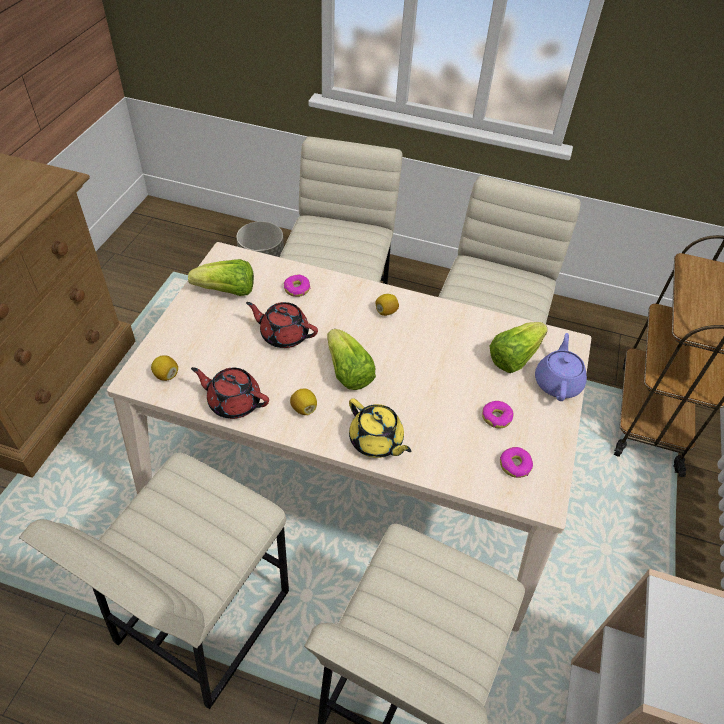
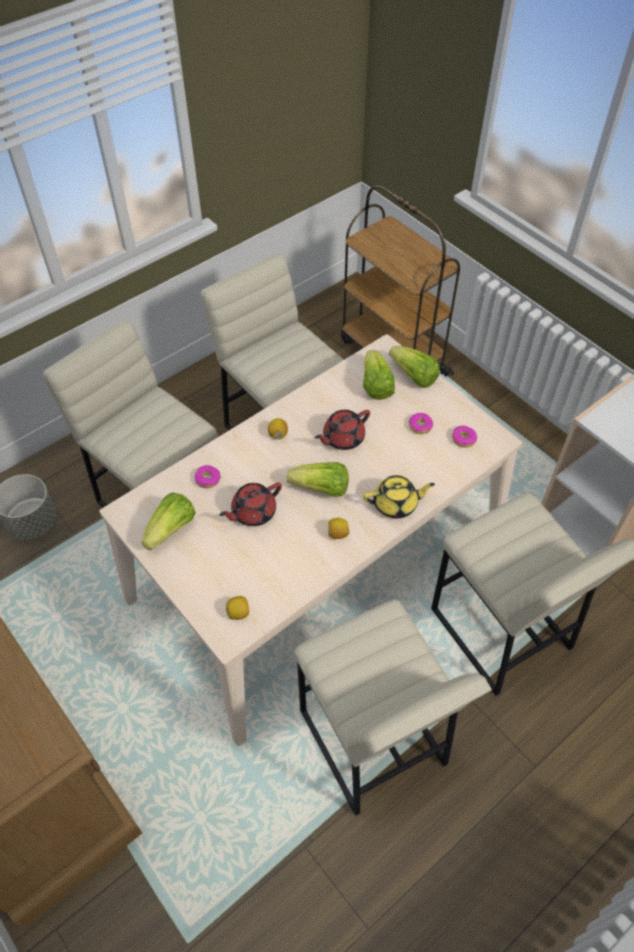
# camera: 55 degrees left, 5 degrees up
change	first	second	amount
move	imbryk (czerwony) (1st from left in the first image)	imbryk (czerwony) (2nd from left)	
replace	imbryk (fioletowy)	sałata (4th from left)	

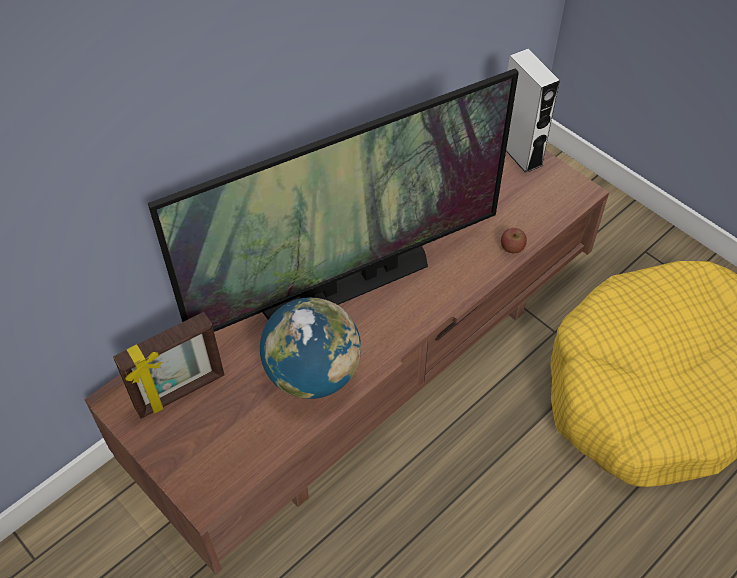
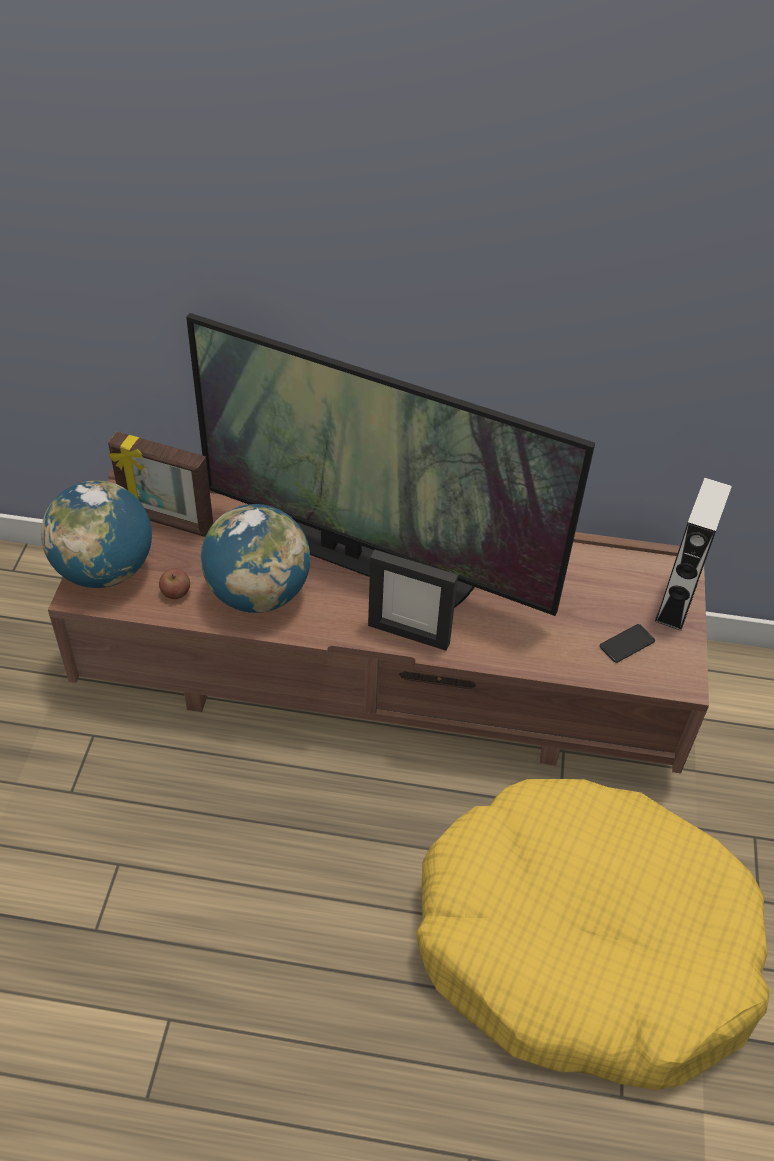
# camera: 50 degrees right, 5 degrees down
change	first	second	amount
insert		globus (1st from left)	
insert		ramka na zdjęcie (2nd from left)	
insert		telefon	
move	jabłko		

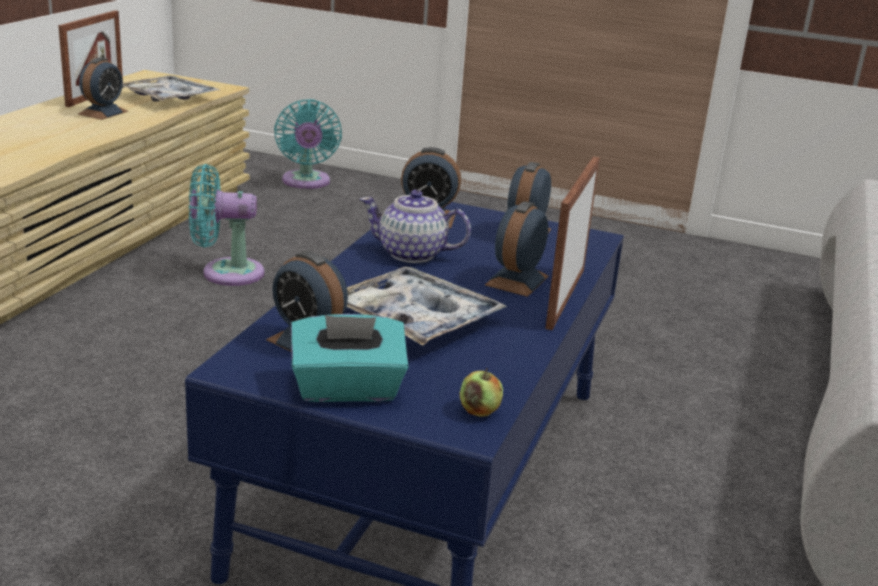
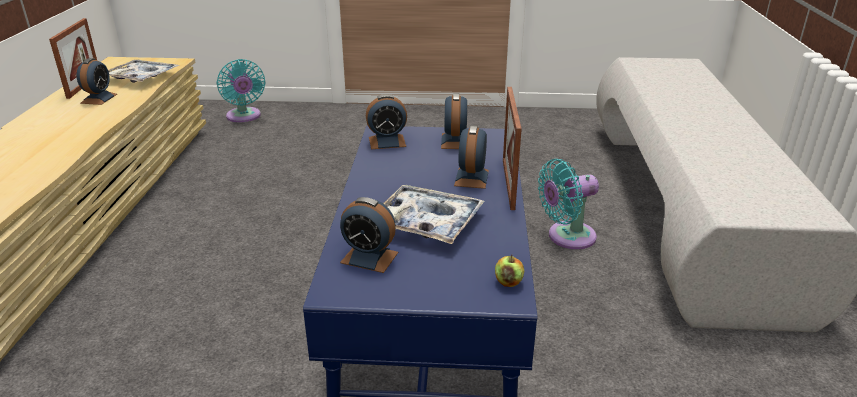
# camera: 15 degrees left, 5 degrees up
change	first	second	amount
delete	pudełko chusteczek (turkusowy)		
delete	imbryk		
move	wentylator (turkusowy) (1st from left in the first image)	wentylator (turkusowy) (2nd from left)	

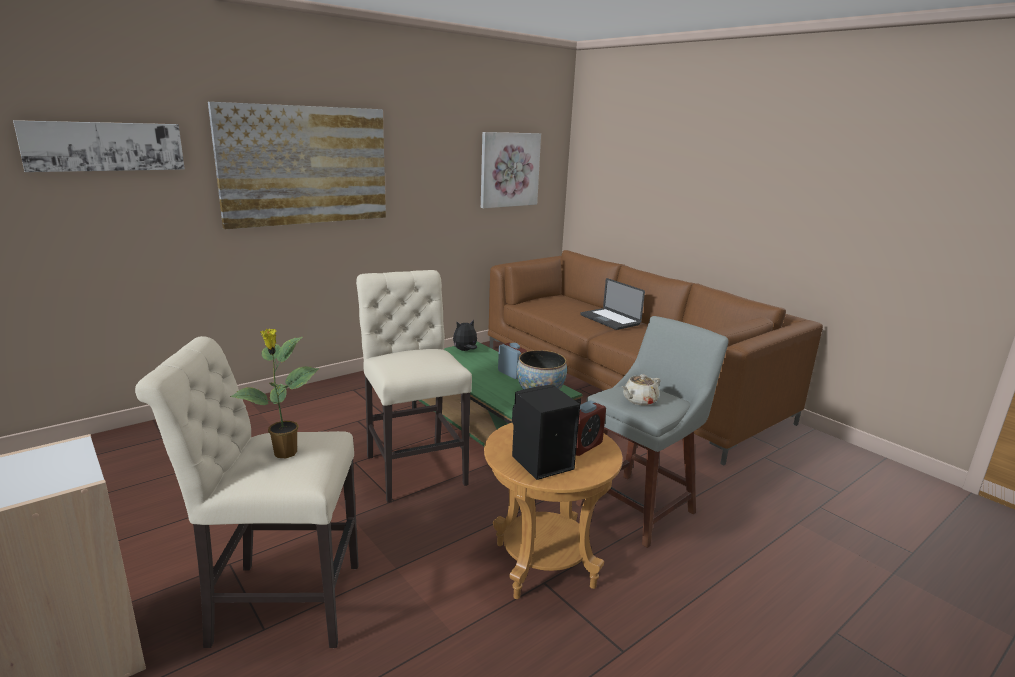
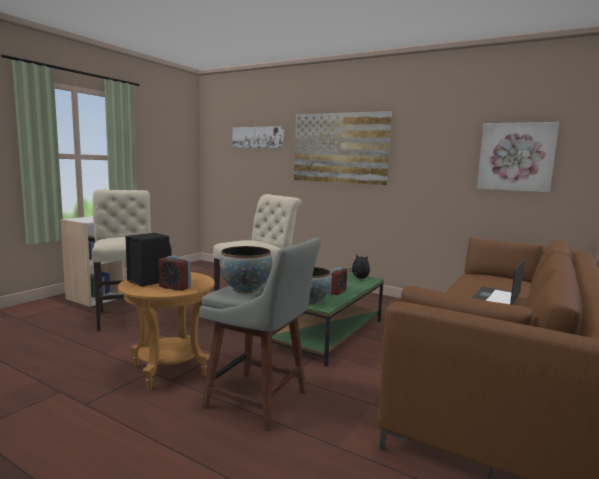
# camera: 70 degrees right, 10 degrees down
change	first	second	amount
delete	roślina doniczkowa		
replace	imbryk (beżowy)	miska (1st from left)	

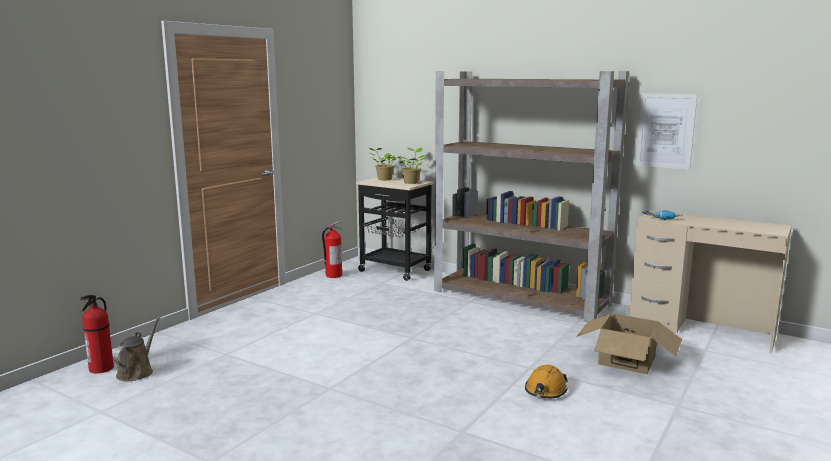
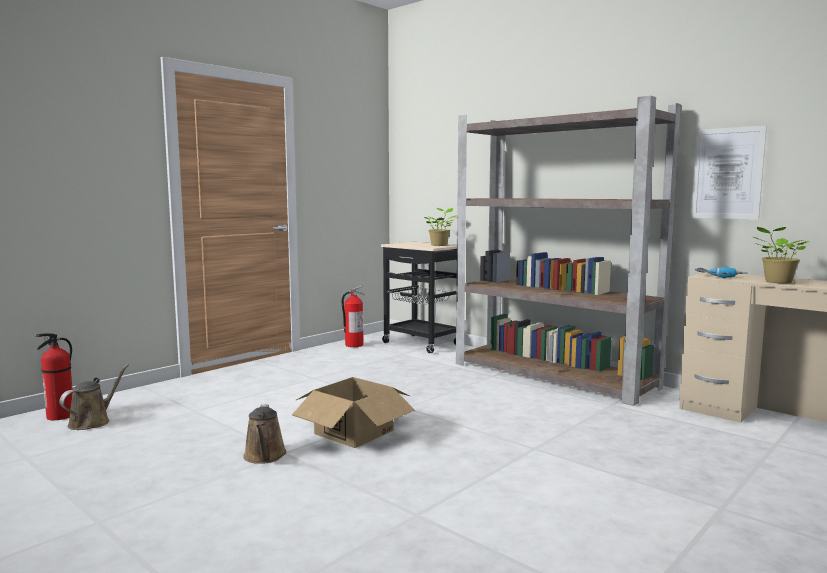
# camera: 10 degrees right, 5 degrees down
change	first	second	amount
delete	kask (pomarańczowy)		
insert		konewka (brązowy) (2nd from left)	
move	roślina doniczkowa (1st from left in the first image)	roślina doniczkowa (2nd from left)	
move	karton		

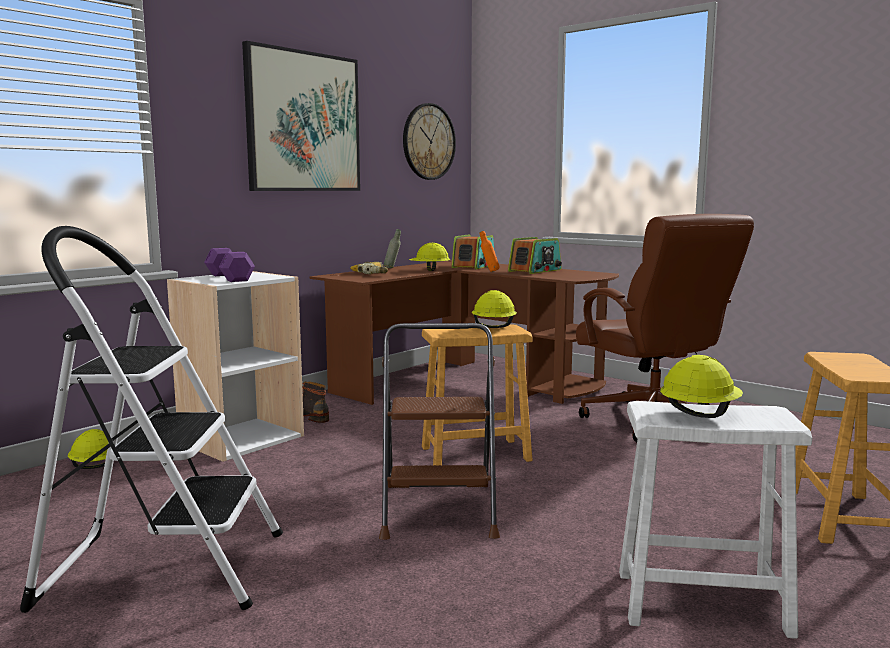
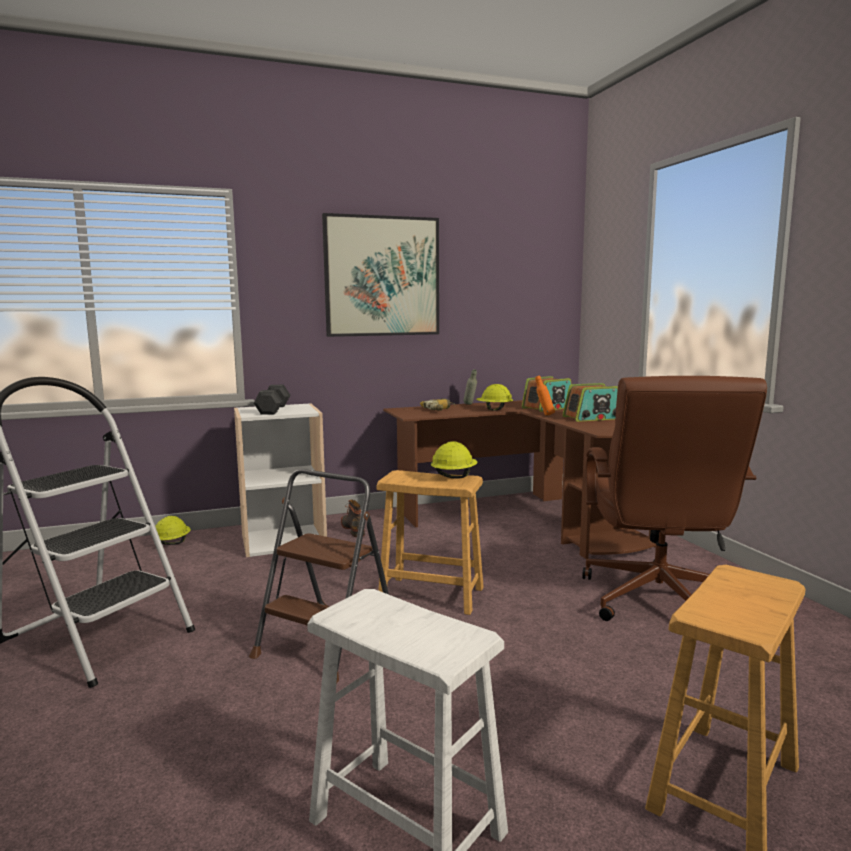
# camera: 30 degrees right, 0 degrees up
change	first	second	amount
delete	zegar ścienny		
delete	kask (żółty) (4th from left)		
recolor	hantel (fioletowy)	hantel (szary)	

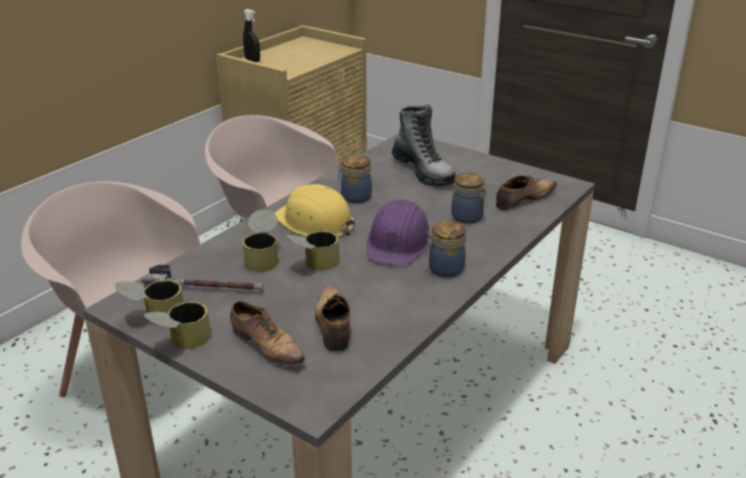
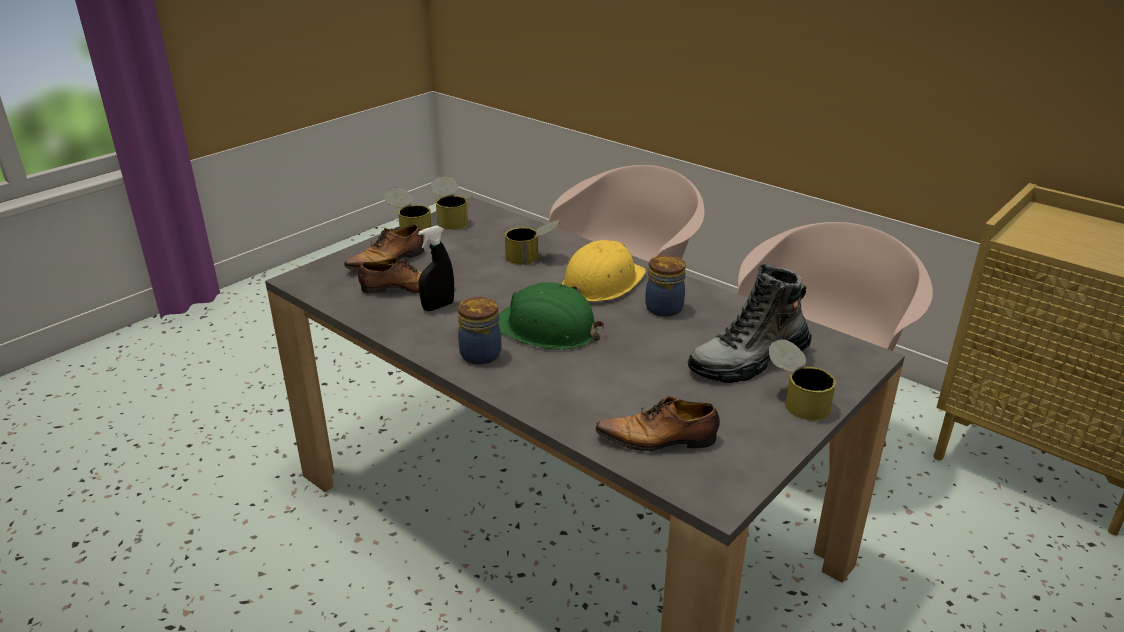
# camera: 95 degrees right, 0 degrees up
change	first	second	amount
delete	młotek		
delete	słoik (3rd from left)		
move	spryskiwacz (czarny)		
move	puszka (4th from left)		
recolor	kask (fioletowy)	kask (zielony)	
rotate	but (3rd from left)		120 degrees clockwise

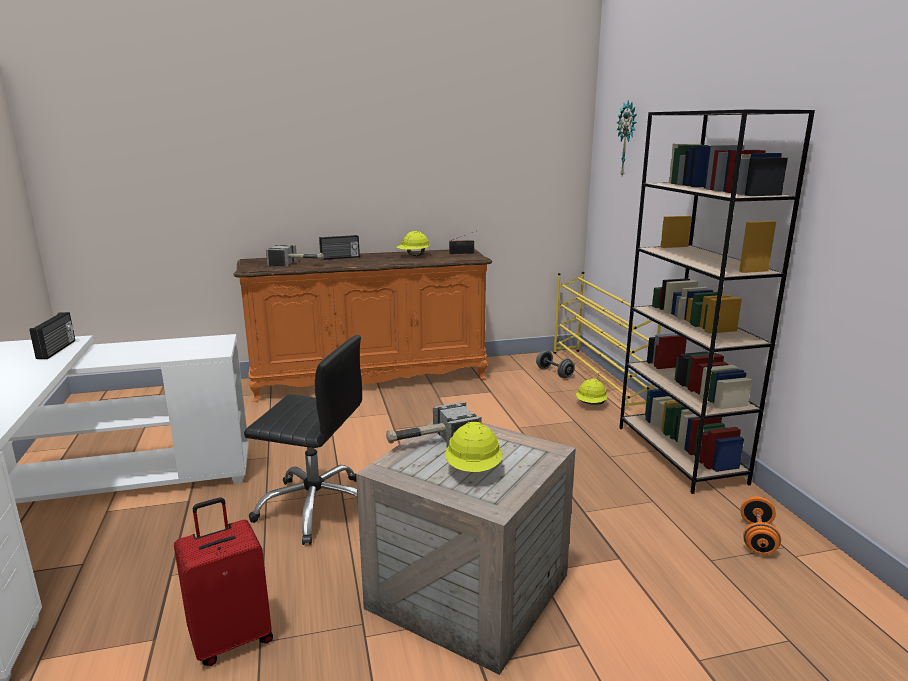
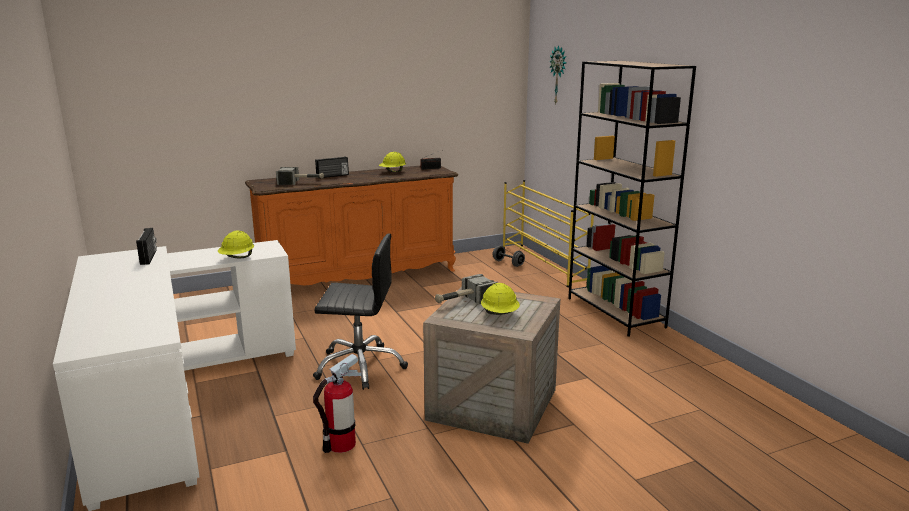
# camera: 10 degrees left, 0 degrees up
change	first	second	amount
delete	hantel (pomarańczowy)		
move	kask (żółty) (3rd from left in the first image)	kask (żółty) (1st from left)	
replace	walizka (czerwony)	gaśnica	

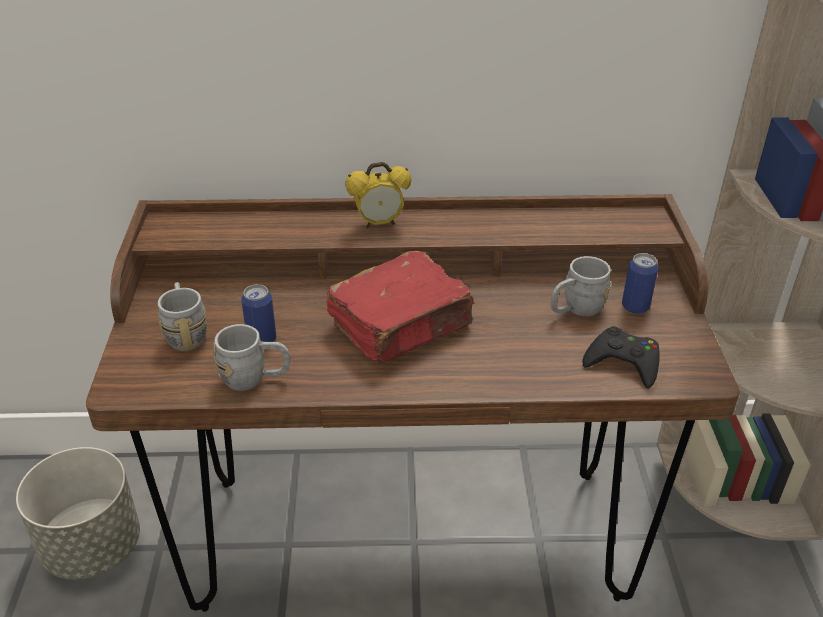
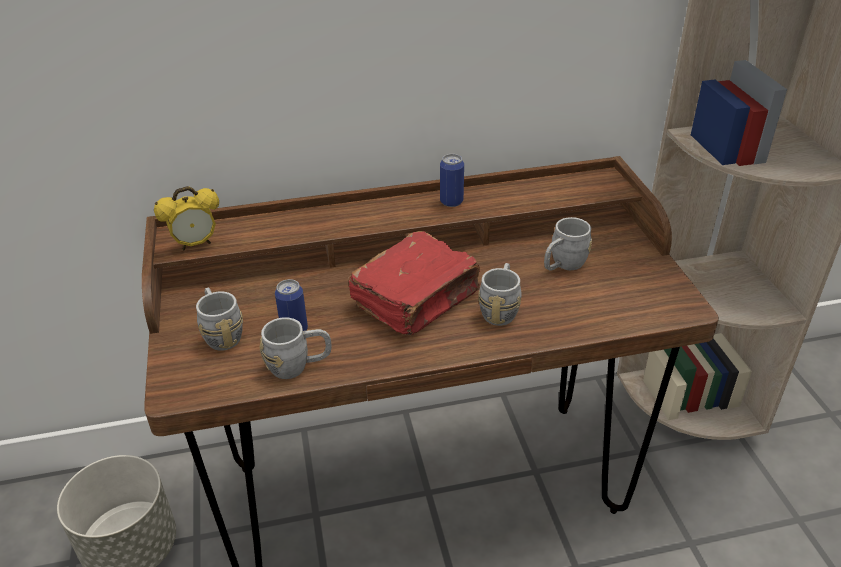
# camera: 10 degrees left, 0 degrees up
change	first	second	amount
delete	pad do gier (czarny)		
insert		kubek (szary) (3rd from left)	
move	budzik		
move	puszka (2nd from left)		

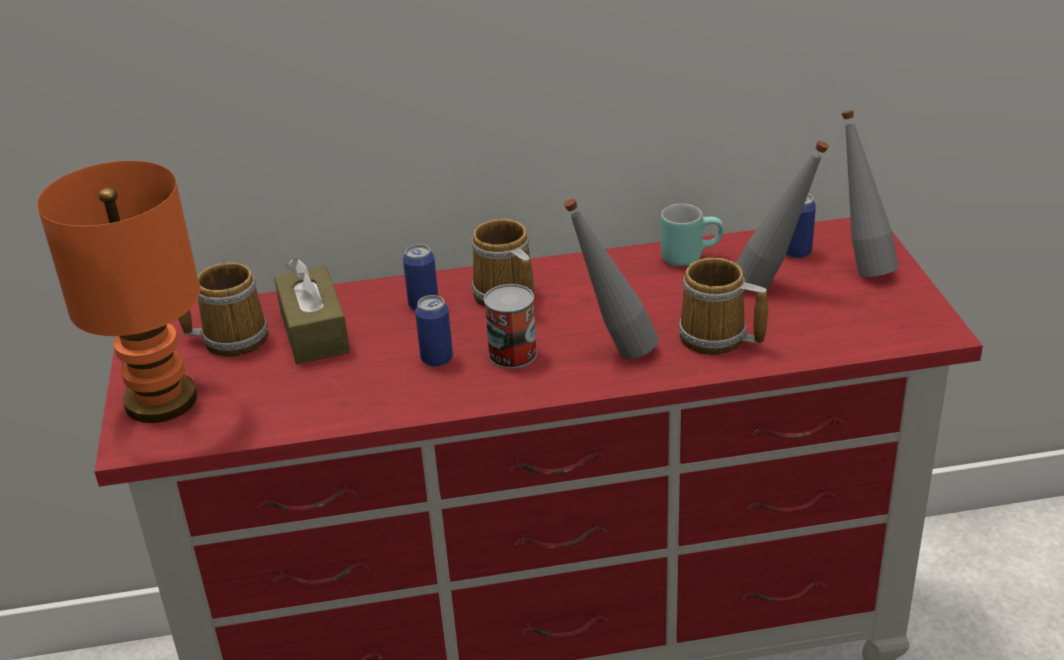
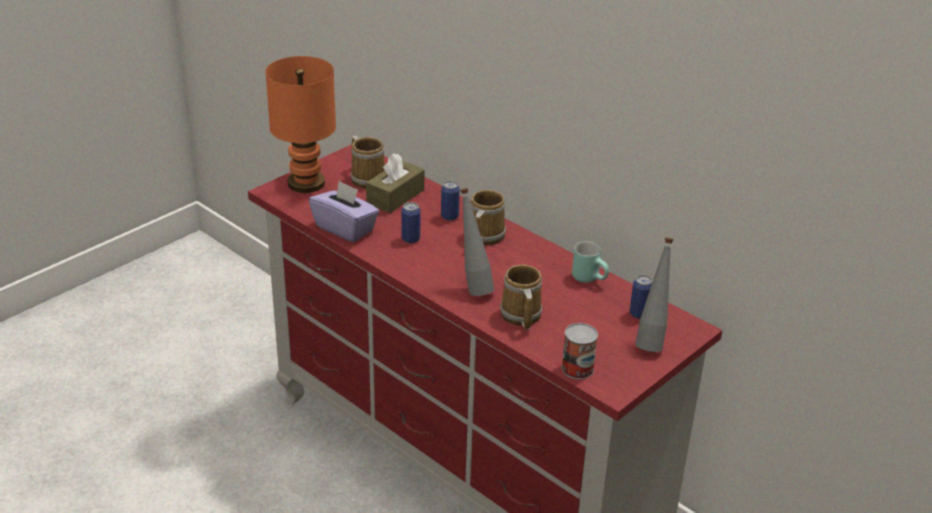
# camera: 50 degrees right, 0 degrees up
change	first	second	amount
delete	butelka (szary) (2nd from left)		
insert		pudełko chusteczek (fioletowy)	
move	puszka (3rd from left)		

